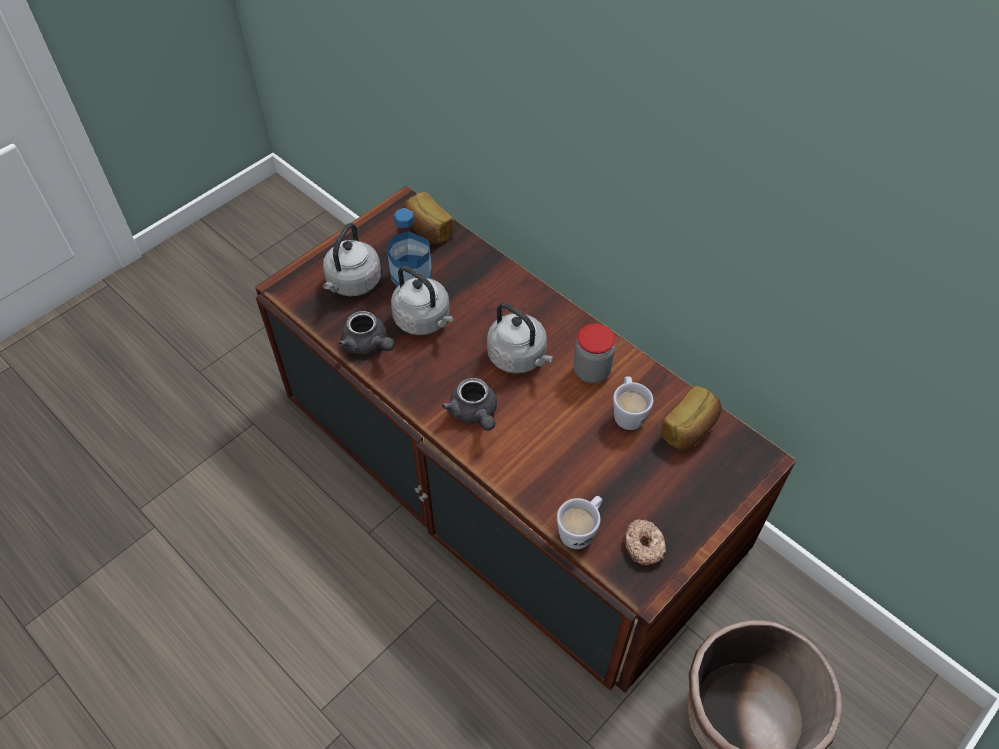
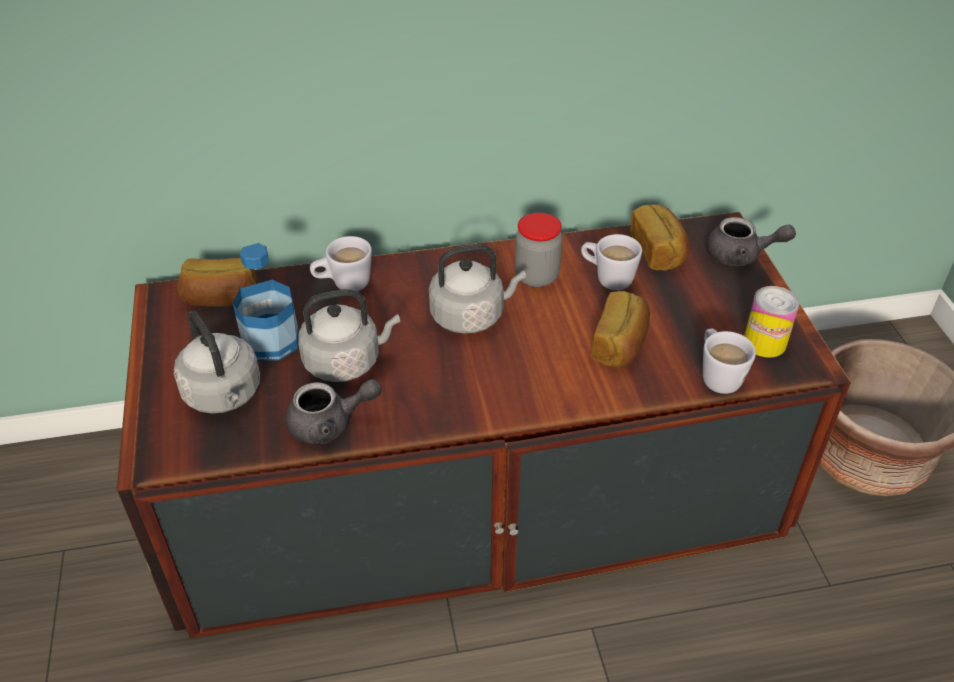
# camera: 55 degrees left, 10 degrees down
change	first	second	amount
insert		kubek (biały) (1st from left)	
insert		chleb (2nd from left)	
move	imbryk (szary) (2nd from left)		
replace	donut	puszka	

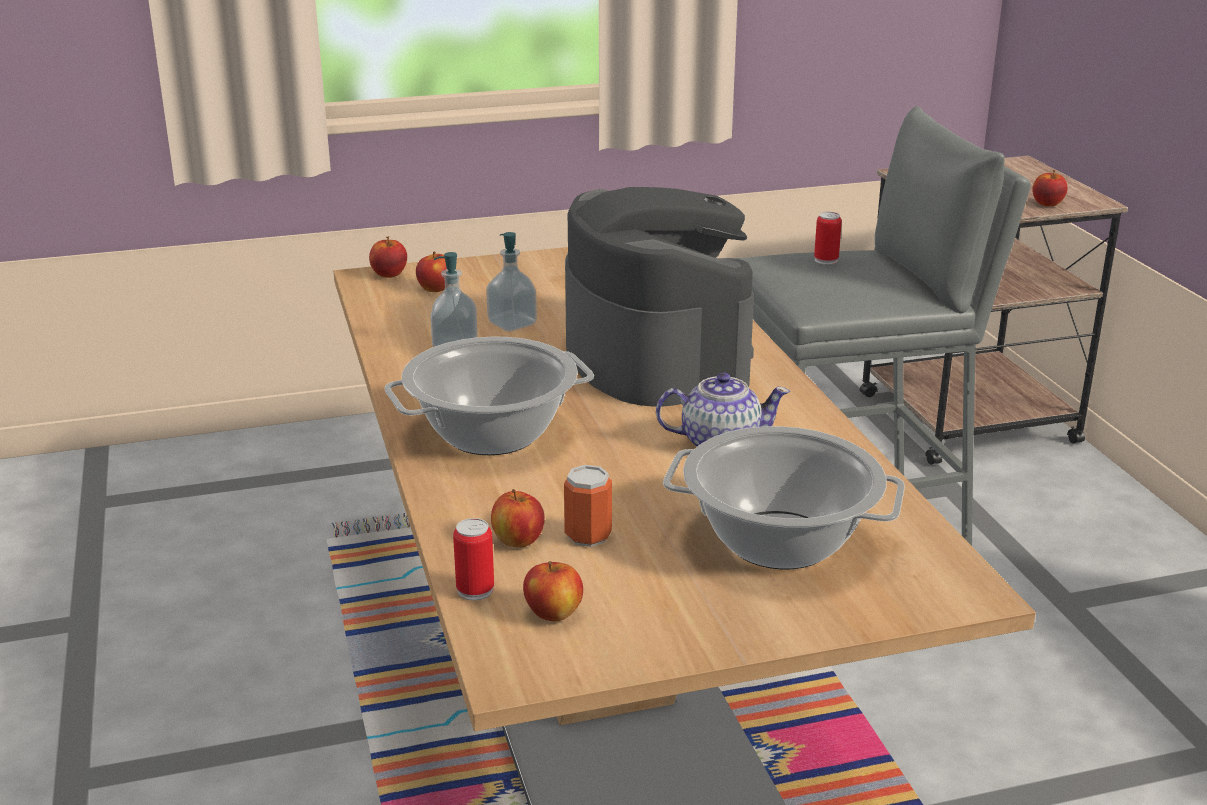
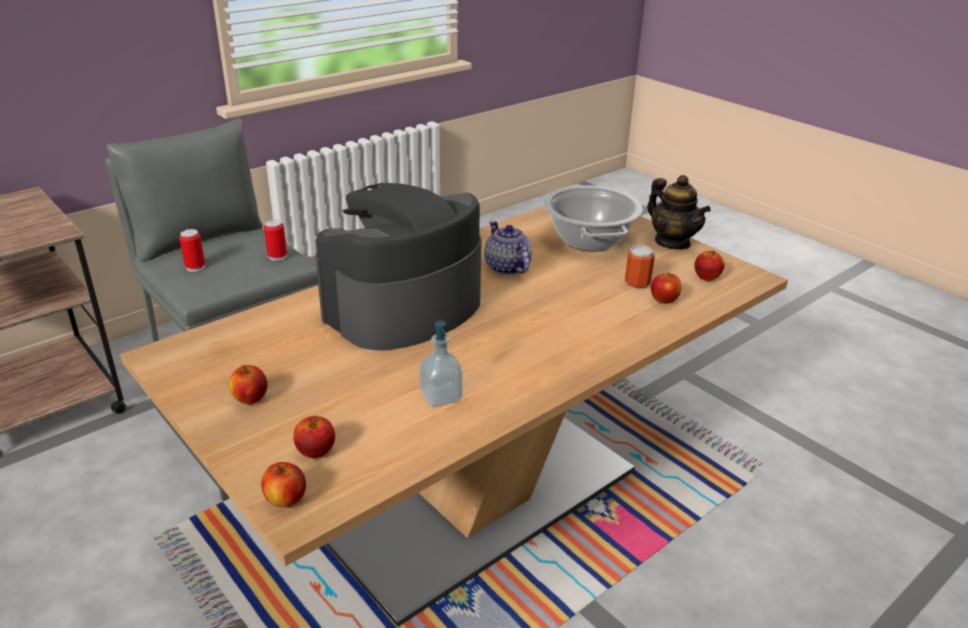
# camera: 115 degrees left, 5 degrees up
change	first	second	amount
delete	garnek (1st from left)		
delete	dozownik mydła (2nd from left)		
insert		imbryk (2nd from left)	
move	puszka (1st from left in the first image)	puszka (2nd from left)	
move	jabłko (5th from left in the first image)	jabłko (1st from left)	

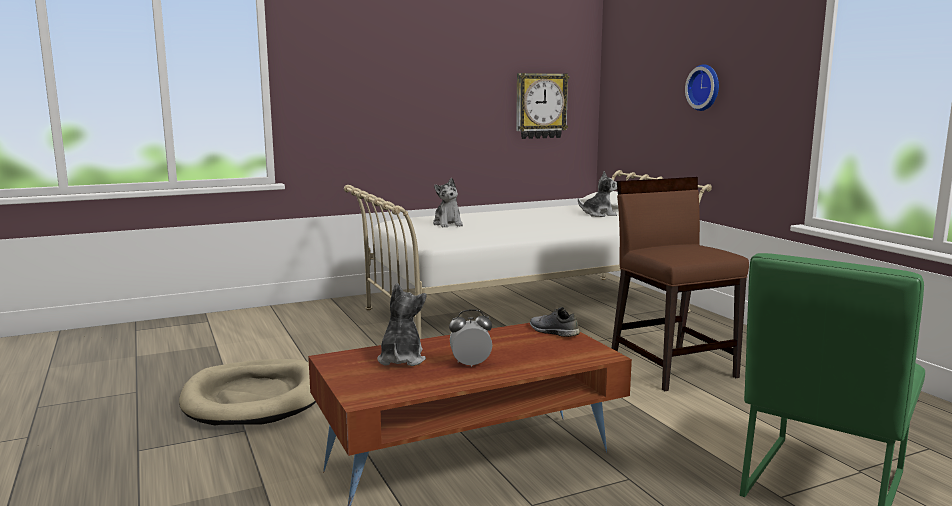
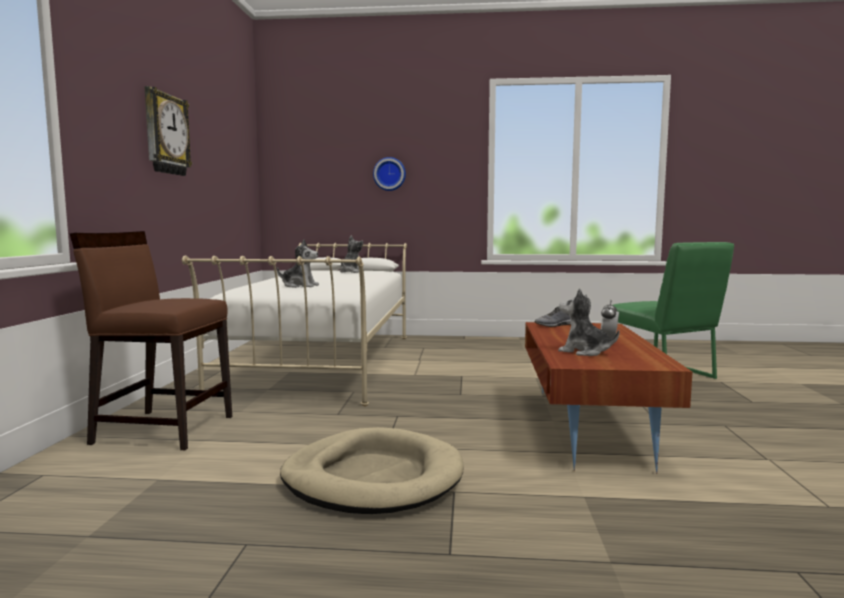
# camera: 60 degrees left, 5 degrees down
change	first	second	amount
move	zegar ścienny (1st from left)		
move	krzesło (brązowy)		

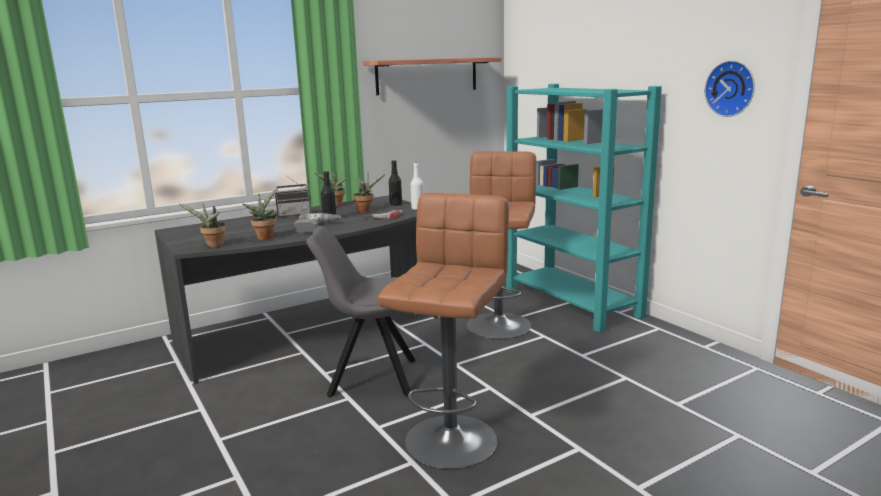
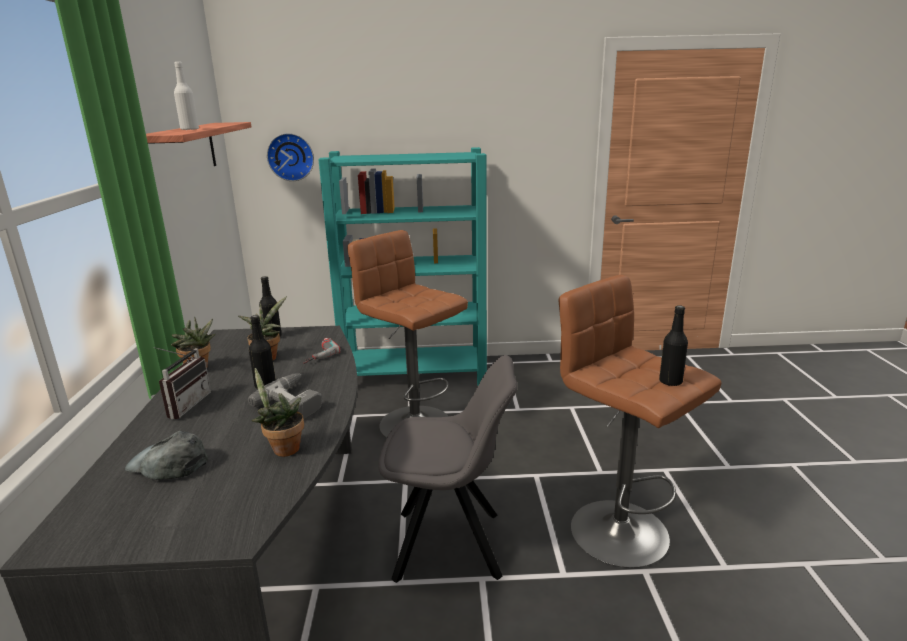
# camera: 60 degrees left, 5 degrees up
change	first	second	amount
delete	roślina doniczkowa (1st from left)		
insert		czapka z daszkiem (szary)	
insert		butelka (czarny) (3rd from left)	
move	butelka (biały)		
move	zegar ścienny		
rotate	krzesło (szary)		120 degrees counterclockwise

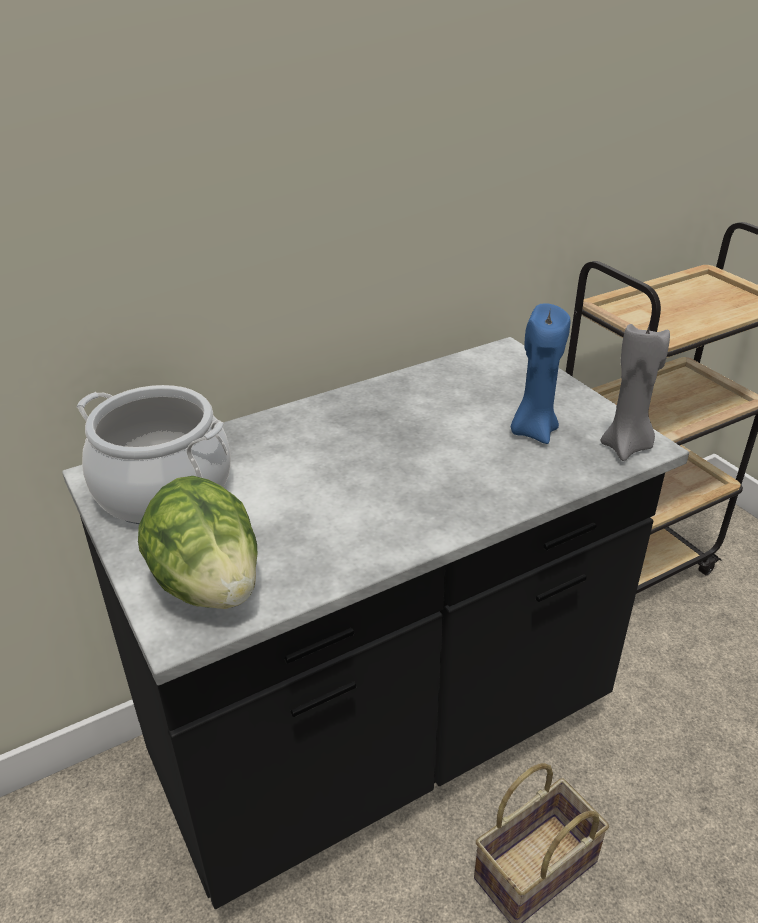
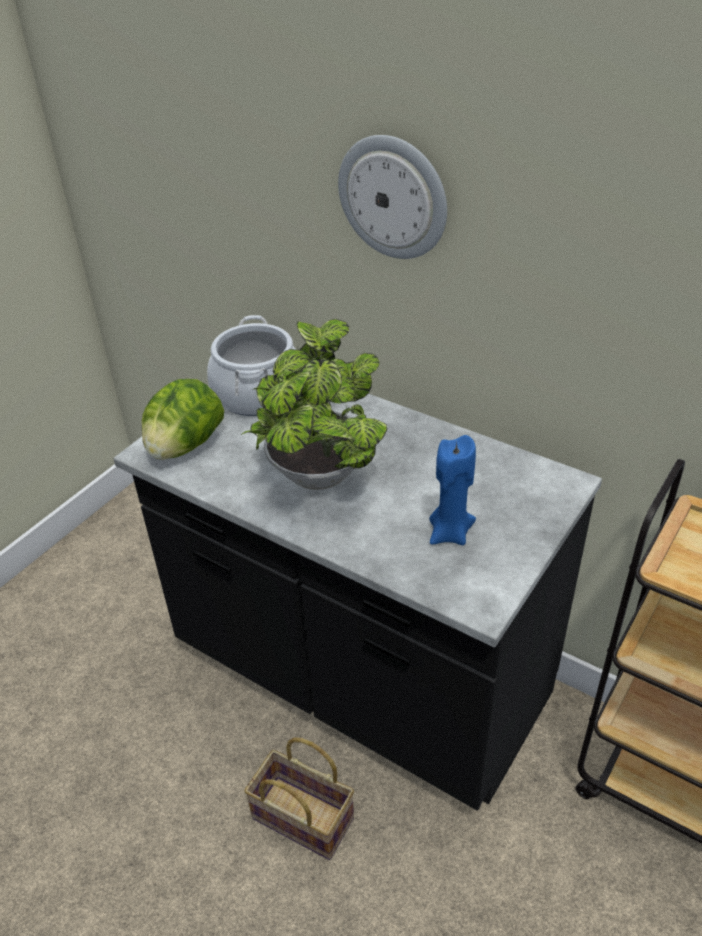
# camera: 65 degrees right, 5 degrees up
change	first	second	amount
delete	świeca (szary)		
insert		roślina doniczkowa	
insert		zegar ścienny	

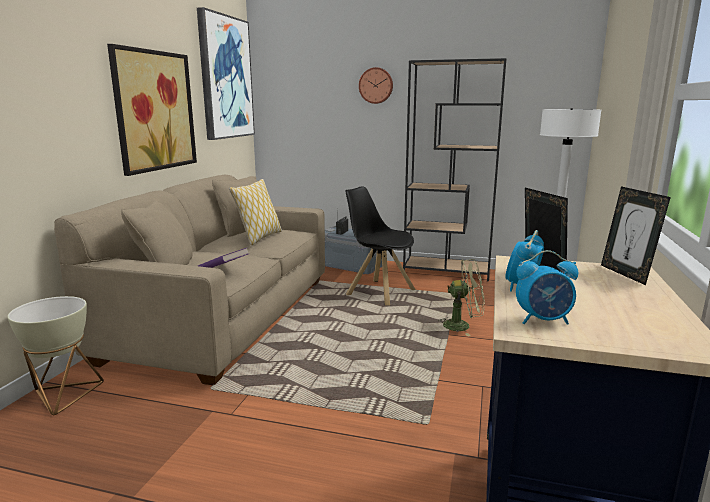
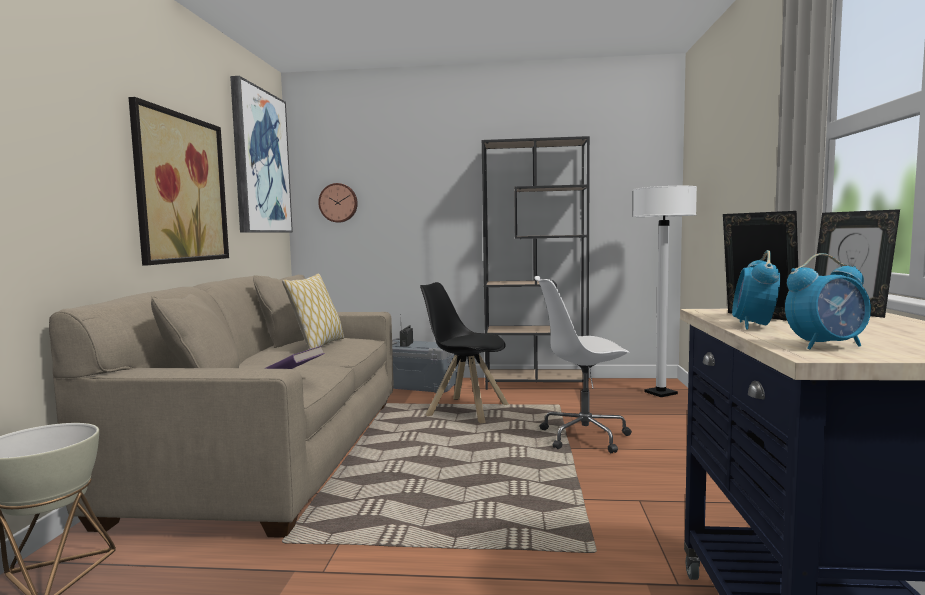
# camera: 10 degrees left, 10 degrees down
change	first	second	amount
move	zegar ścienny		
replace	wentylator (zielony)	krzesło biurowe (biały)	

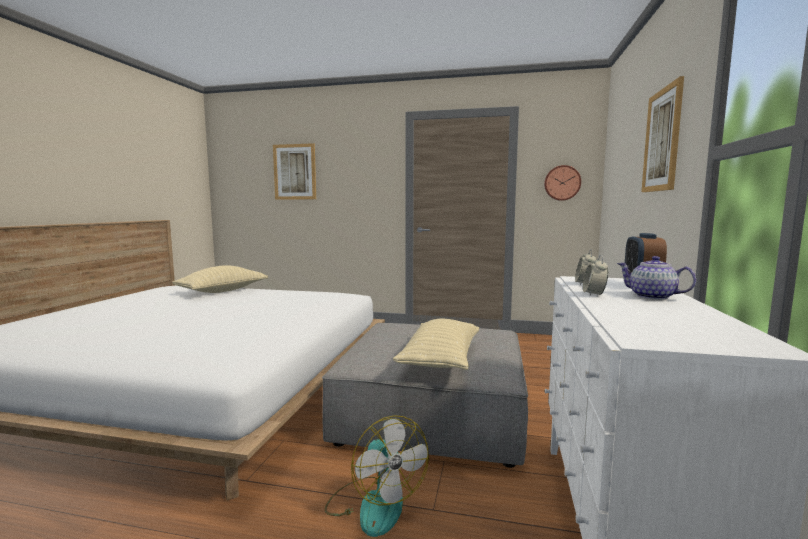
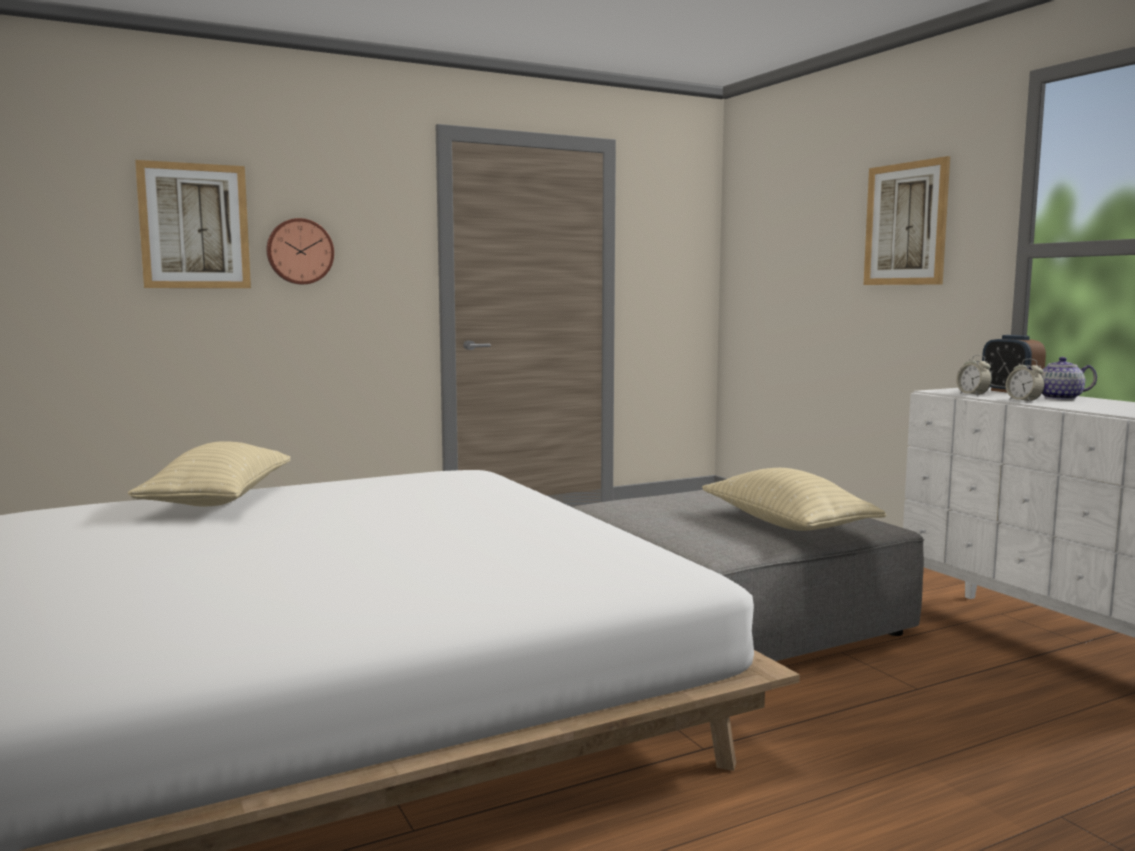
# camera: 40 degrees left, 0 degrees up
change	first	second	amount
delete	wentylator		
move	zegar ścienny		

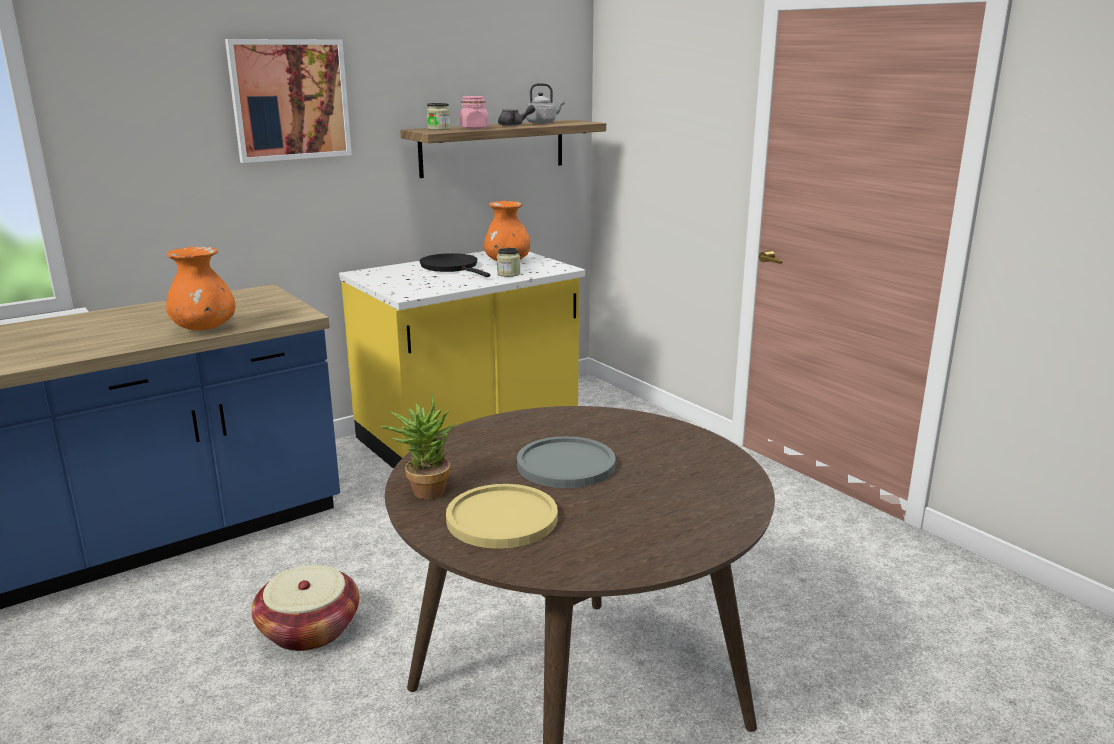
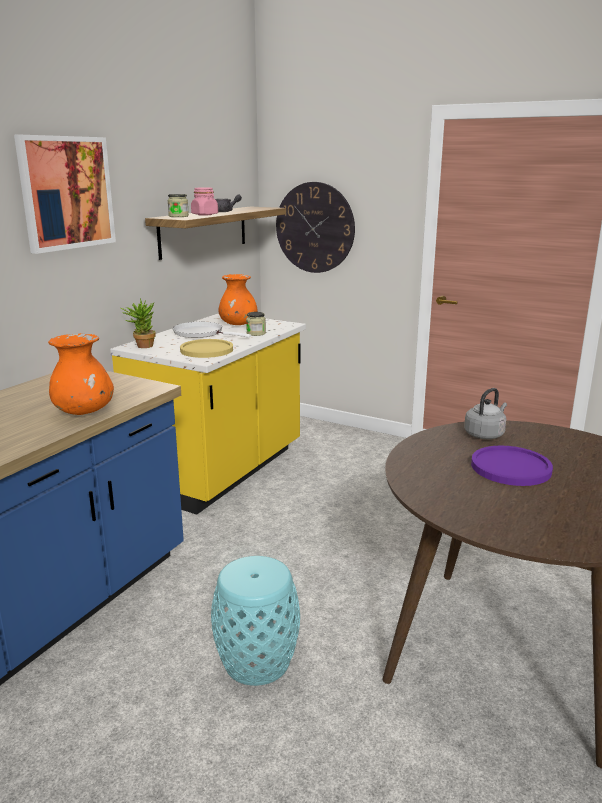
# camera: 25 degrees left, 0 degrees up
change	first	second	amount
insert		zegar ścienny	
move	roślina doniczkowa		
move	talerz (żółty)		
move	czajnik (szary)		
replace	koszyk	stołek (turkusowy)	
recolor	patelnia (czarny)	patelnia (biały)	
recolor	talerz (szary)	talerz (fioletowy)	

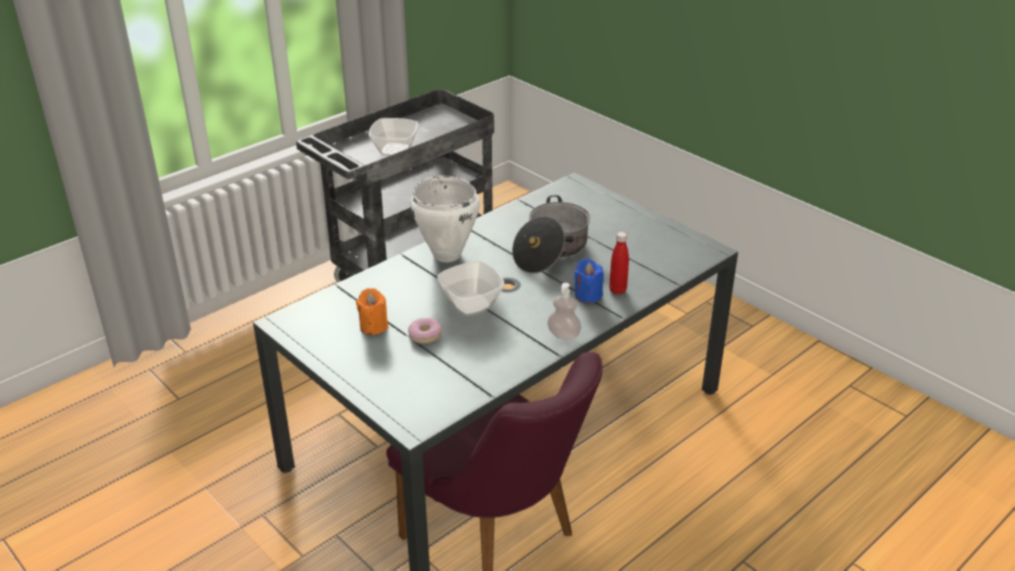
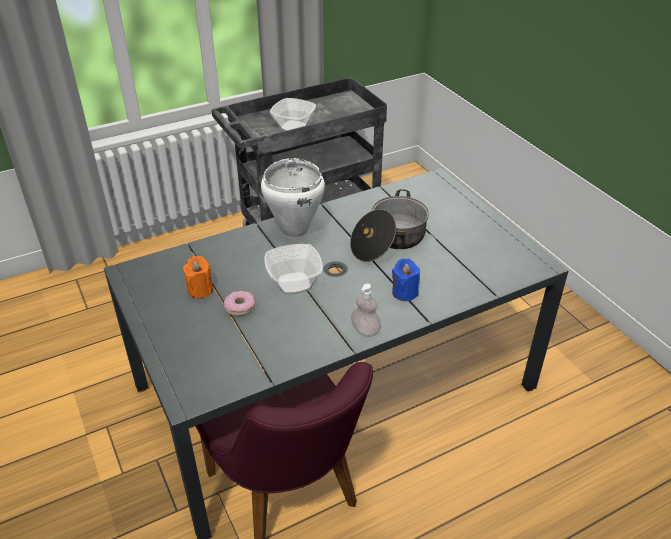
# camera: 15 degrees right, 5 degrees up
change	first	second	amount
delete	butelka (czerwony)		

